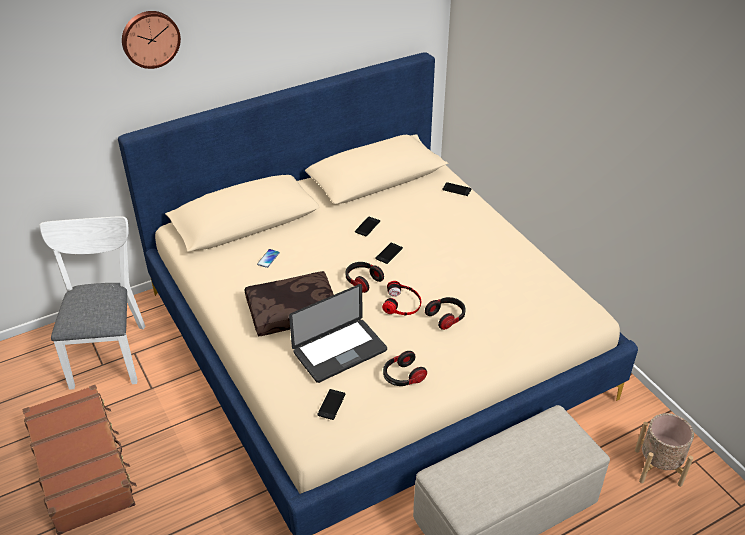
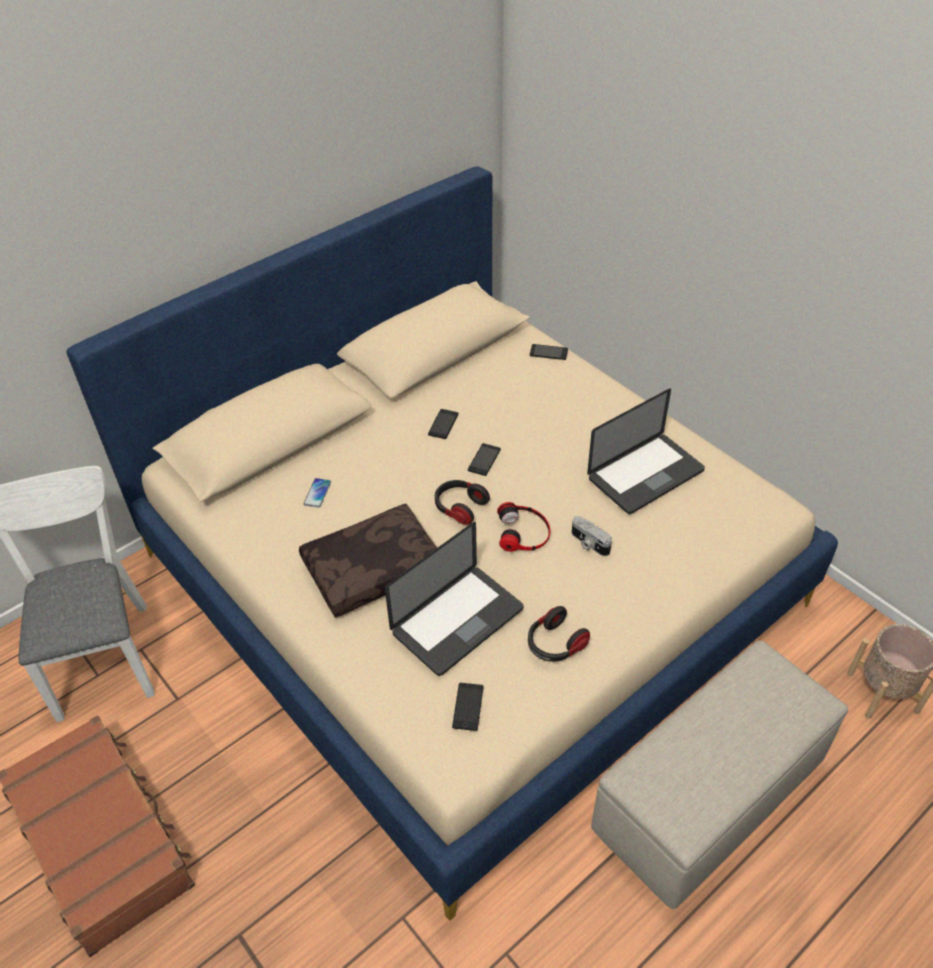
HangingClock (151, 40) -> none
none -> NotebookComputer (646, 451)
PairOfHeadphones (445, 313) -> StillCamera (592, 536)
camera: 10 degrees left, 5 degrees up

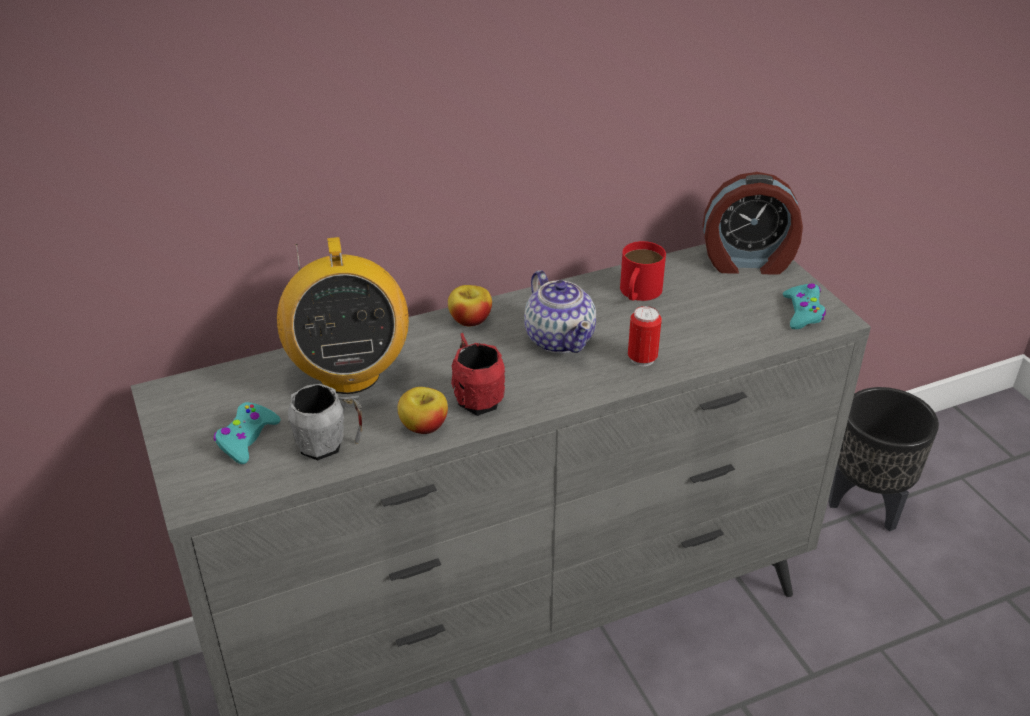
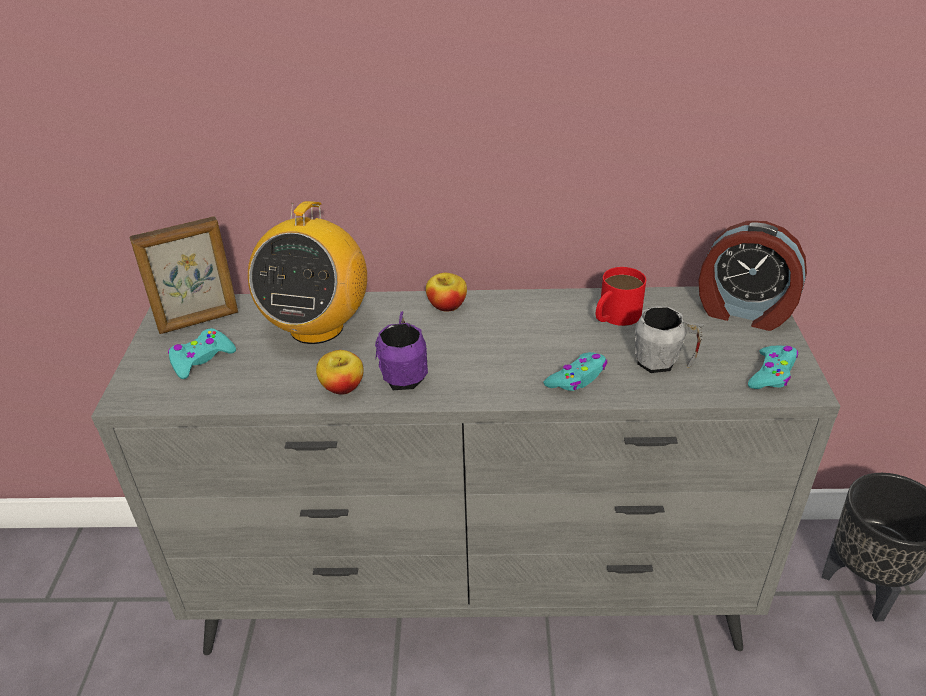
TeaPot (560, 311) -> none
none -> PhotoFrame (184, 275)
GreyishCoffeeMug (325, 422) -> GreyishCoffeeMug (669, 339), shifted
Can (645, 336) -> TurquoiseColouredGamepad (575, 371)
ReddishCoffeeMug (478, 374) -> PurplishCoffeeMug (401, 350)
camera: 25 degrees right, 0 degrees up

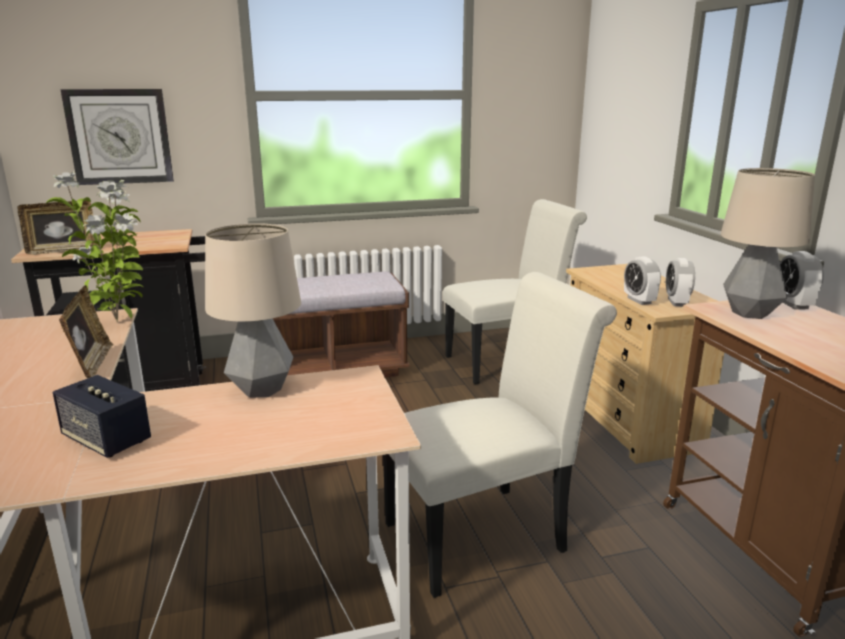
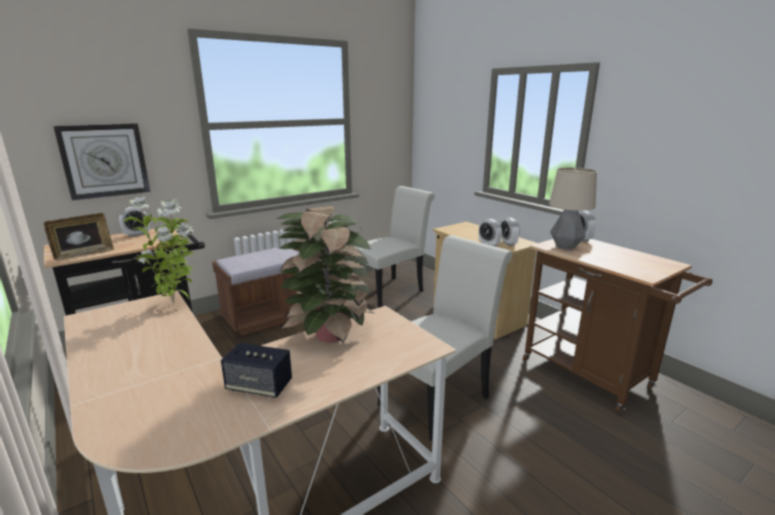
PhotoFrame (86, 331) -> none
none -> TableClock (134, 222)
LampForATable (253, 310) -> PottedPlant (325, 274)
camera: 20 degrees left, 0 degrees up

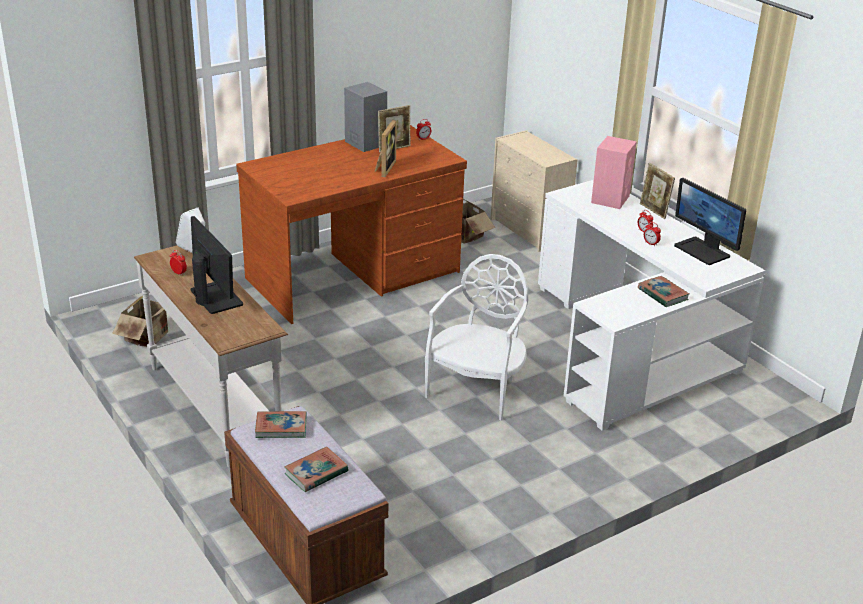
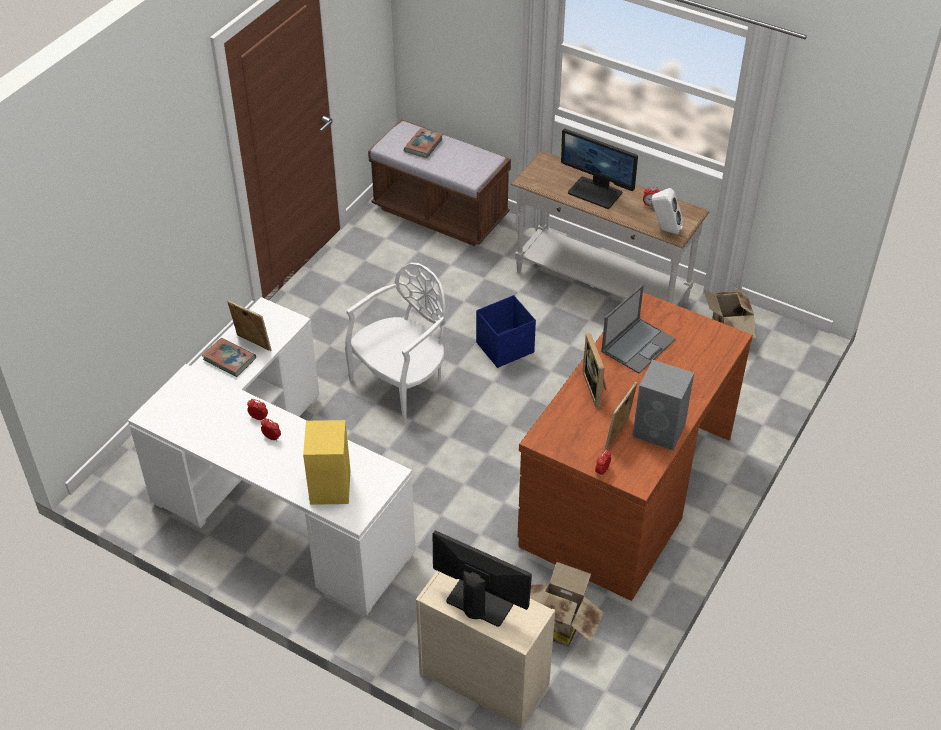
BoundBook (280, 424) -> none
none -> BluishStorageContainer (506, 331)
none -> NotebookComputer (638, 329)
PhotoFrame (657, 191) -> PhotoFrame (249, 325), shifted
ComputerScreen (710, 221) -> ComputerScreen (482, 578), shifted
PinkSpeaker (614, 172) -> YellowSpeaker (326, 462)
WhiteUprightChair (476, 337) -> WhiteUprightChair (395, 343), 135 degrees counterclockwise
camera: 155 degrees right, 15 degrees up

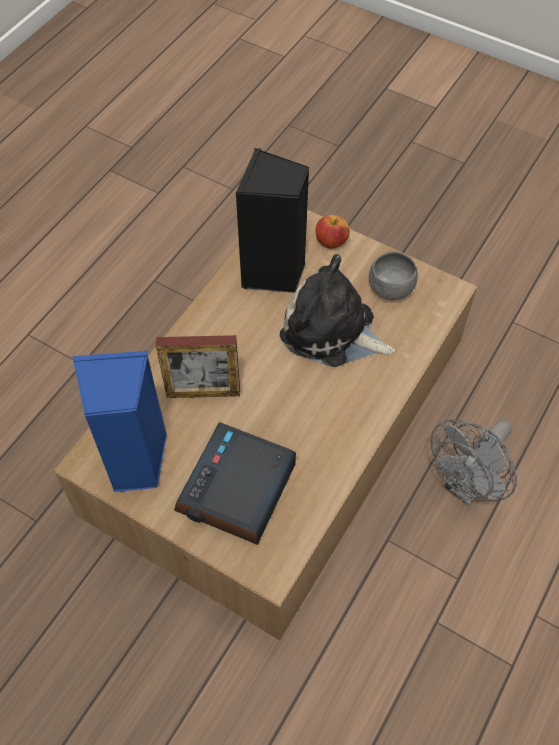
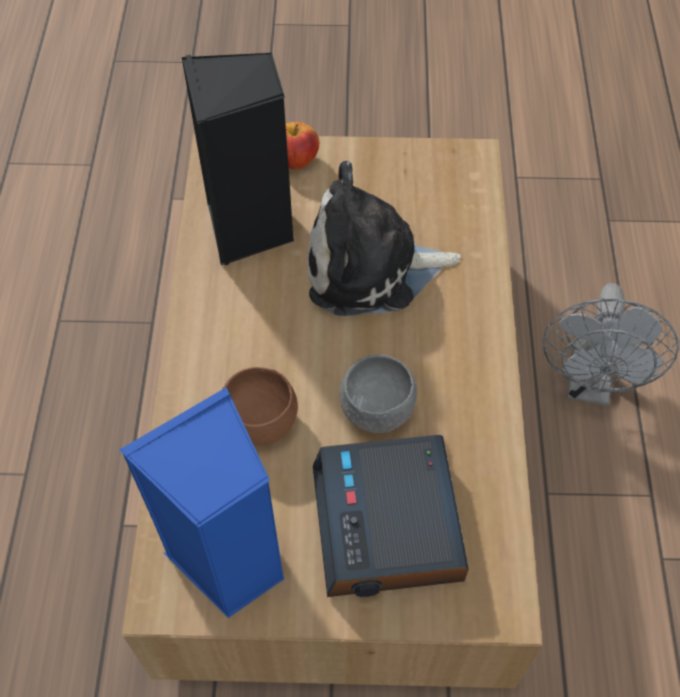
GreyishServingBowl (393, 275) -> GreyishServingBowl (378, 393), shifted
PhotoFrame (198, 366) -> BrownishServingBowl (260, 406)
camera: 30 degrees left, 0 degrees up

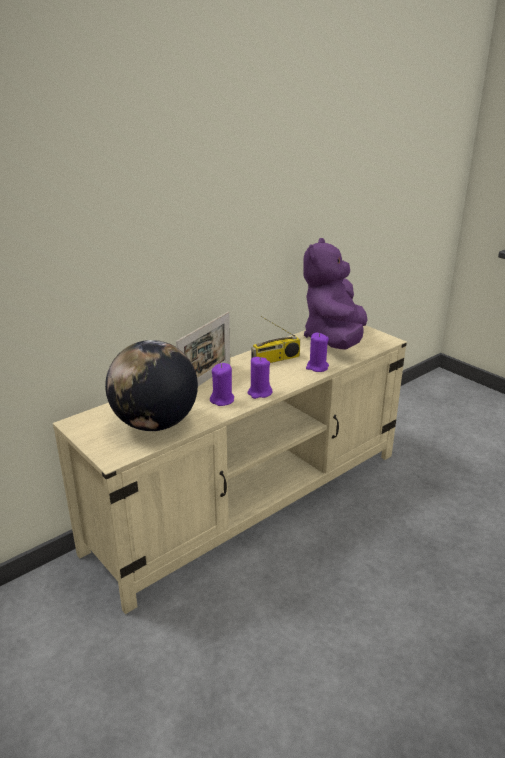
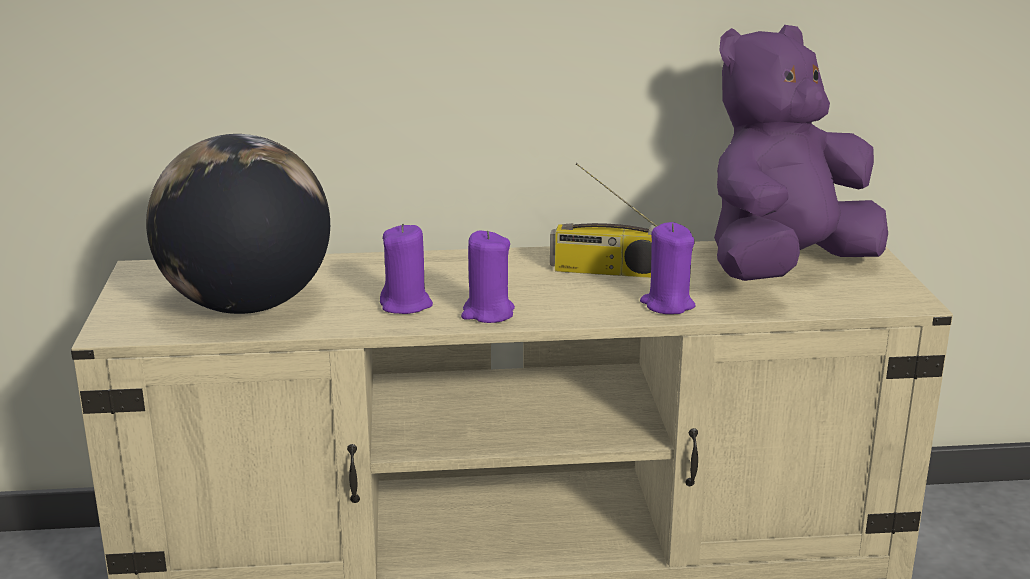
PhotoFrame (203, 349) -> none
camera: 35 degrees right, 5 degrees down

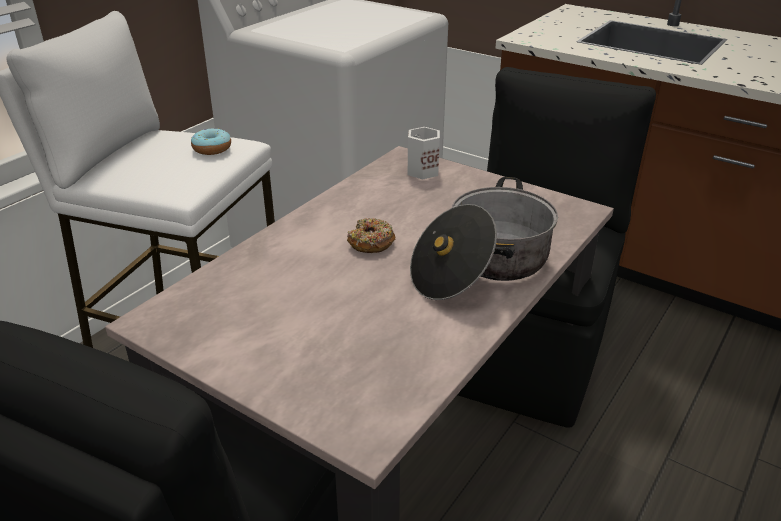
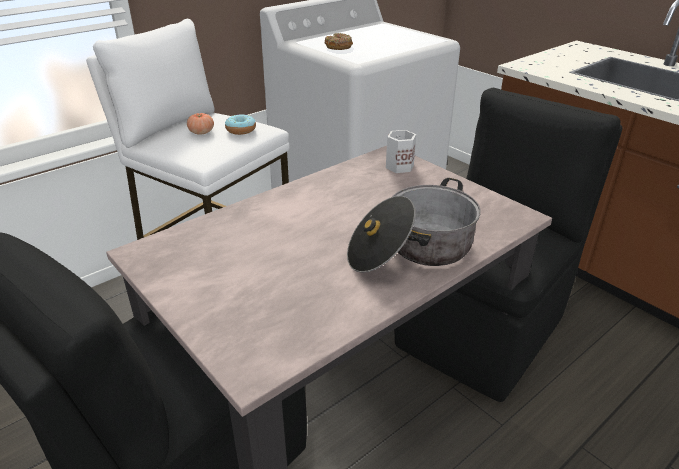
none -> FreshTomato (200, 124)
RingDoughnut (371, 235) -> RingDoughnut (338, 41), shifted
camera: 15 degrees right, 0 degrees up

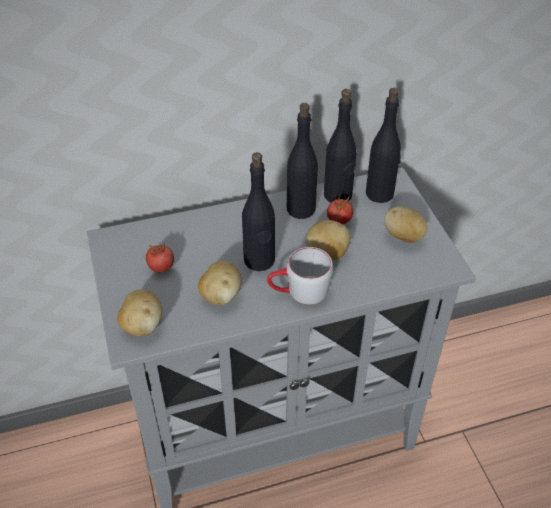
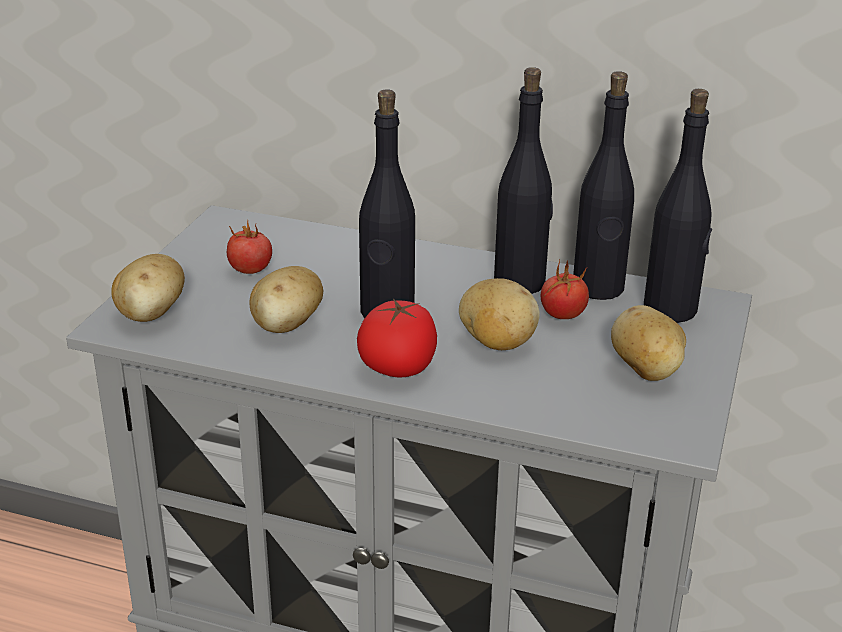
GreyishCoffeeMug (300, 276) -> FreshTomato (397, 337)
camera: 35 degrees right, 15 degrees down

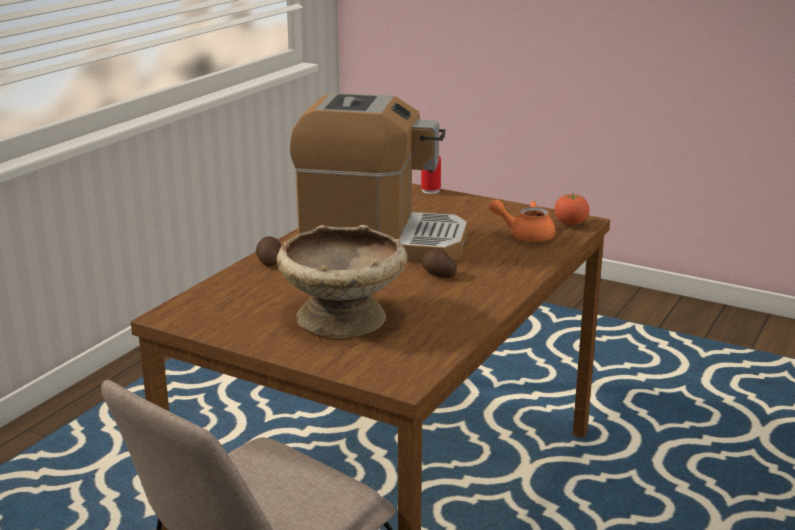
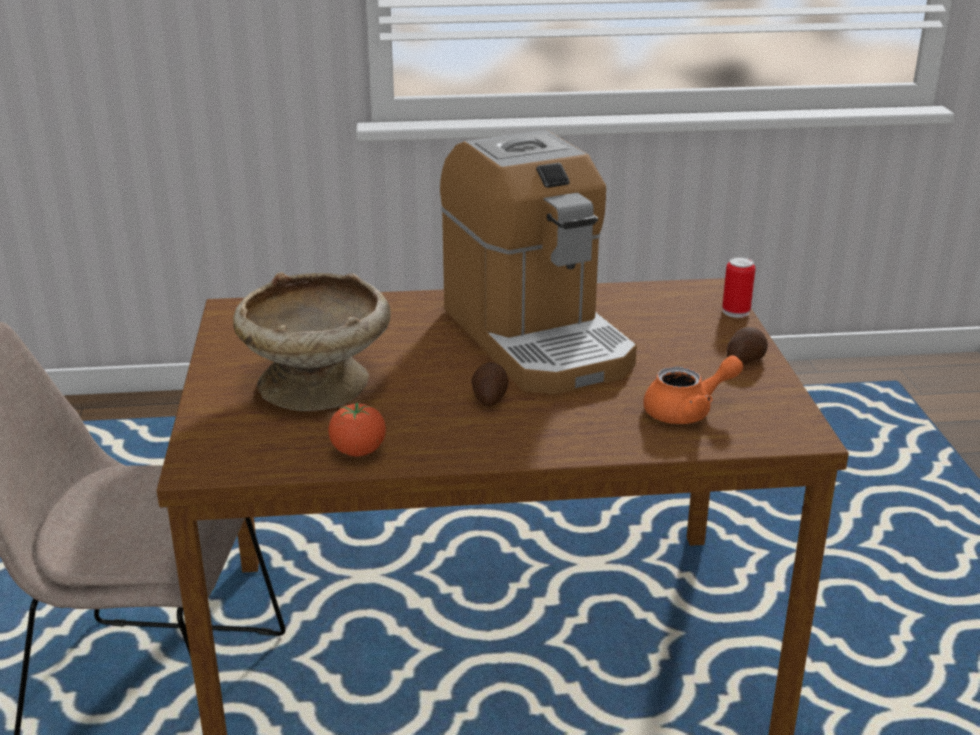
Spud (269, 251) -> Spud (747, 346), shifted
FreshTomato (571, 209) -> FreshTomato (357, 429), shifted
OrangeTeaPot (522, 220) -> OrangeTeaPot (693, 389), 90 degrees clockwise
camera: 55 degrees right, 5 degrees up

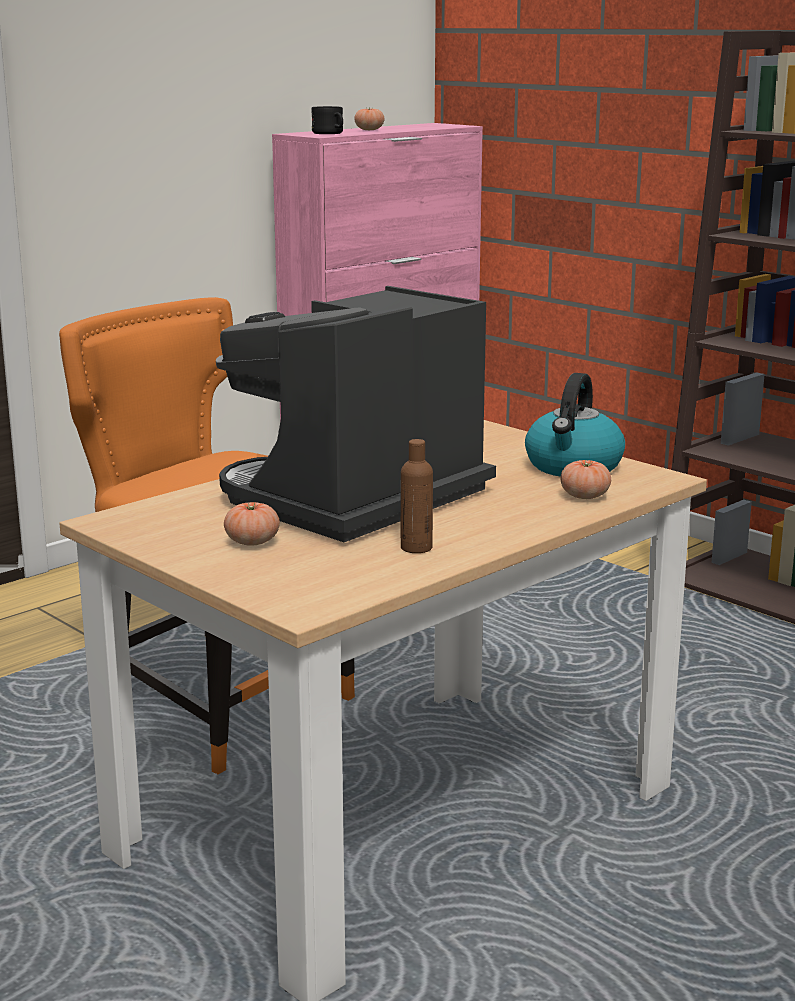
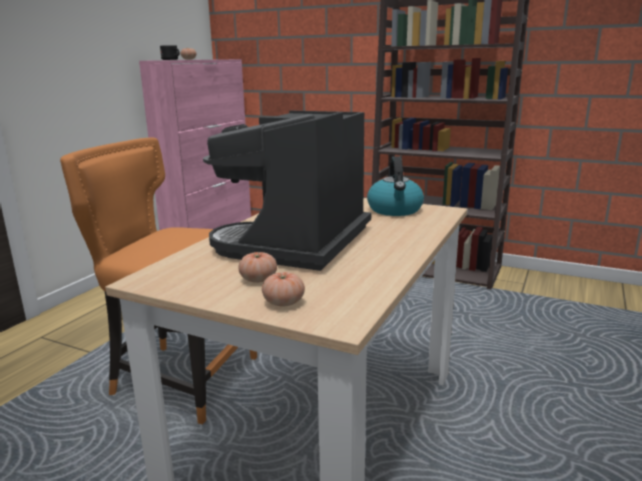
BrownishBottle (417, 496) -> none
FreshTomato (586, 479) -> FreshTomato (283, 289), shifted
camera: 20 degrees left, 0 degrees up

